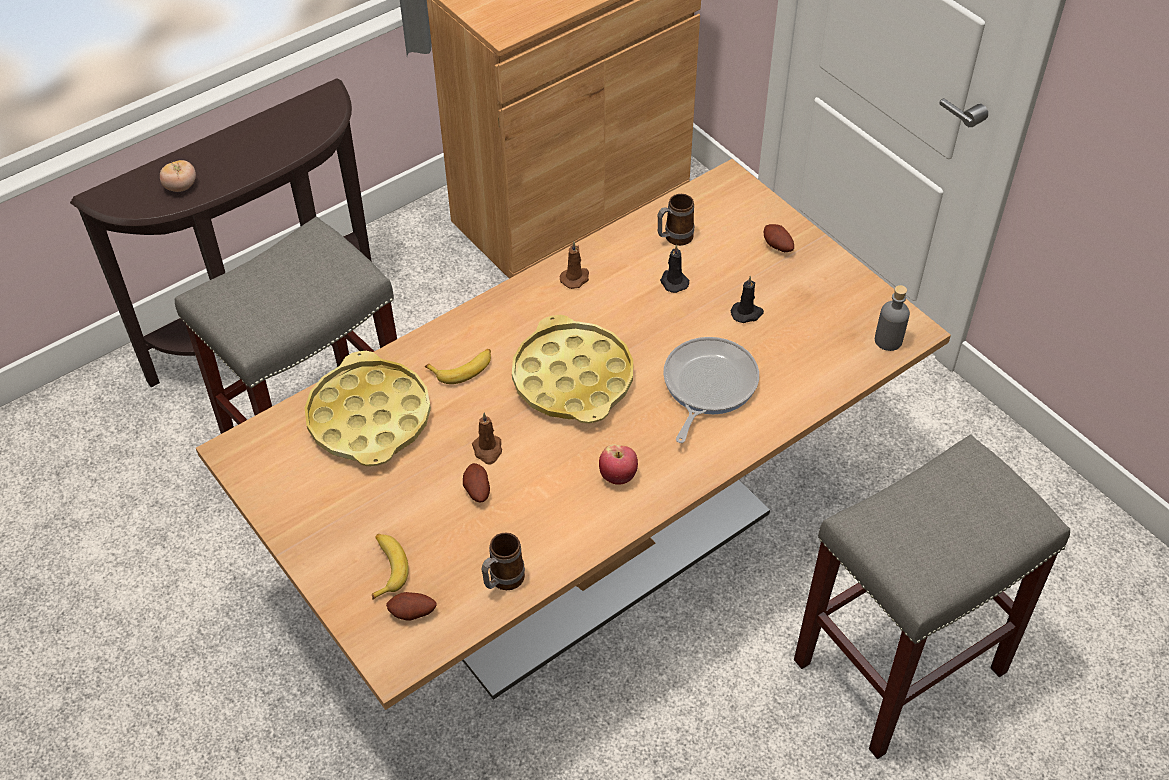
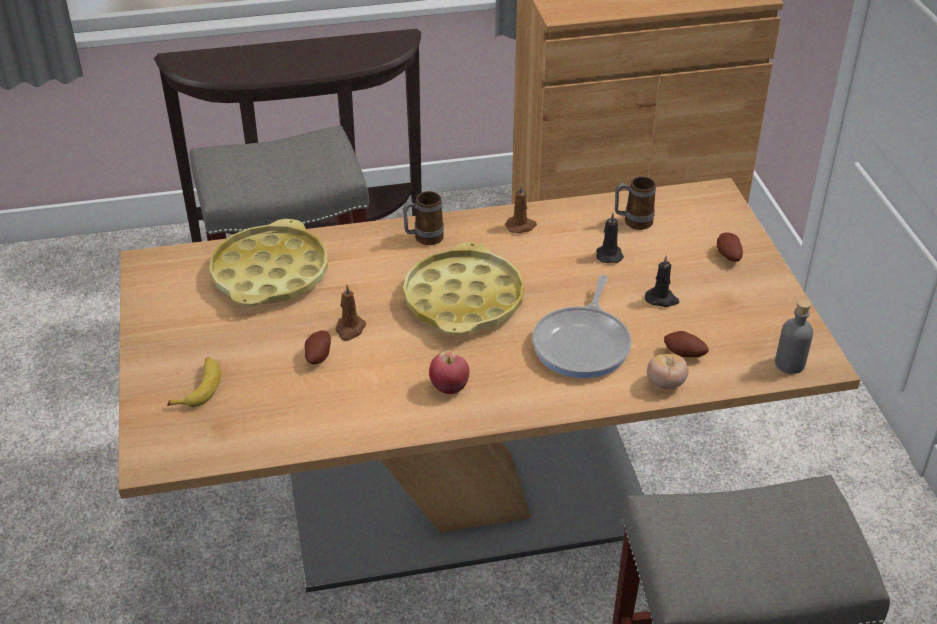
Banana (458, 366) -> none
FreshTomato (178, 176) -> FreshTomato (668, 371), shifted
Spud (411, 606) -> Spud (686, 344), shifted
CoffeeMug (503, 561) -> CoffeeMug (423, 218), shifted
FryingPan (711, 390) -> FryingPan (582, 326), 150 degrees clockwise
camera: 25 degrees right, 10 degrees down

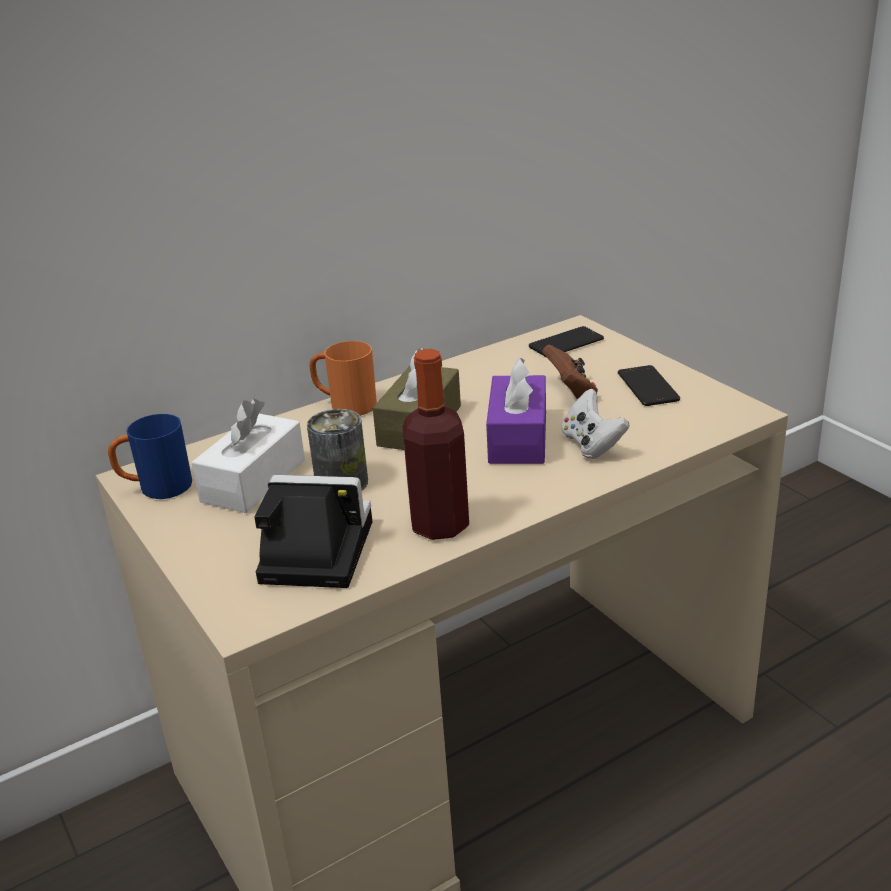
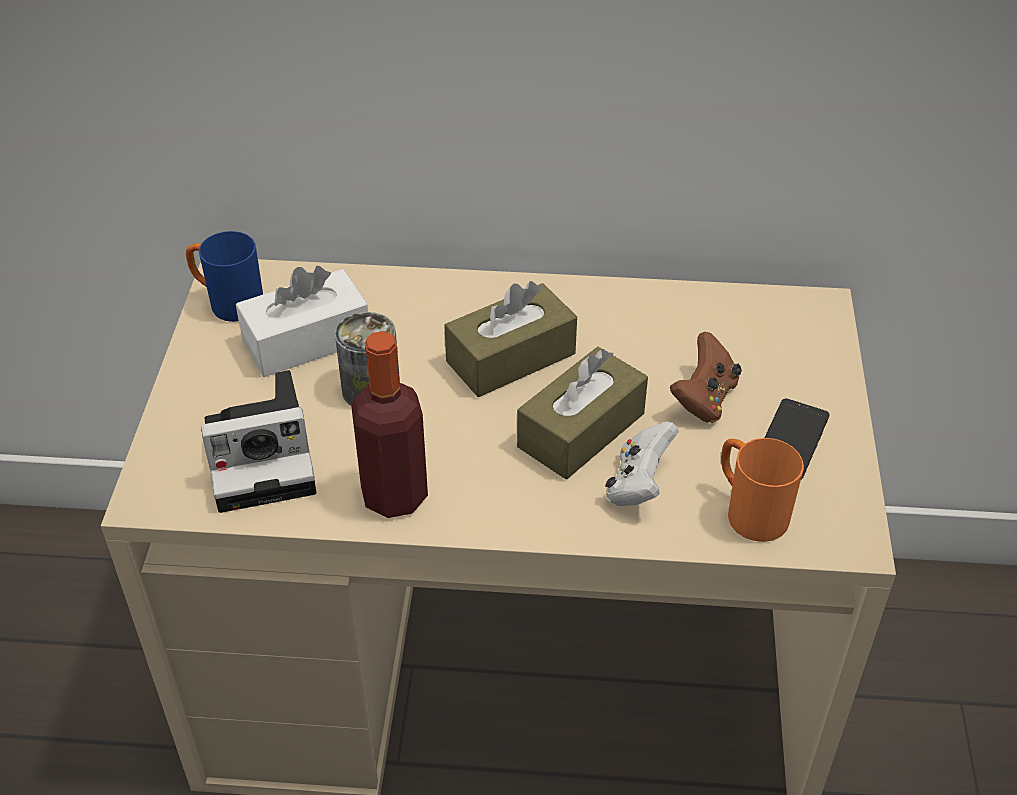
Handset (566, 341) -> none
OrangeCoffeeMug (343, 378) -> OrangeCoffeeMug (762, 490), shifted
PurplishTissueHolder (516, 410) -> BrownishTissueHolder (582, 413)
StillCamera (313, 531) -> StillCamera (258, 441), 120 degrees clockwise
camera: 35 degrees right, 15 degrees up

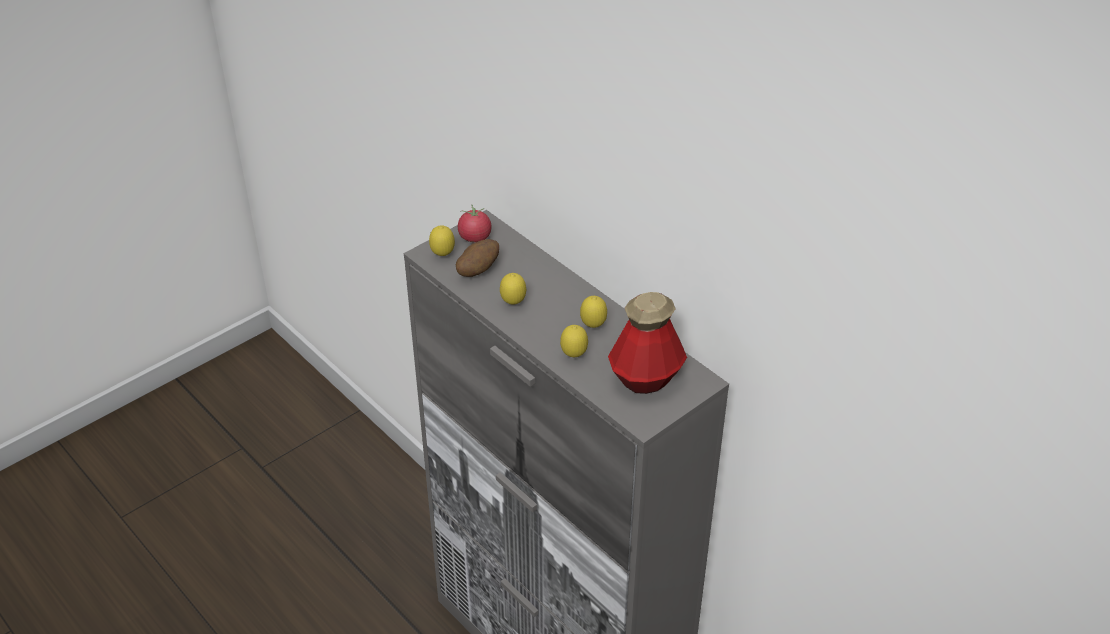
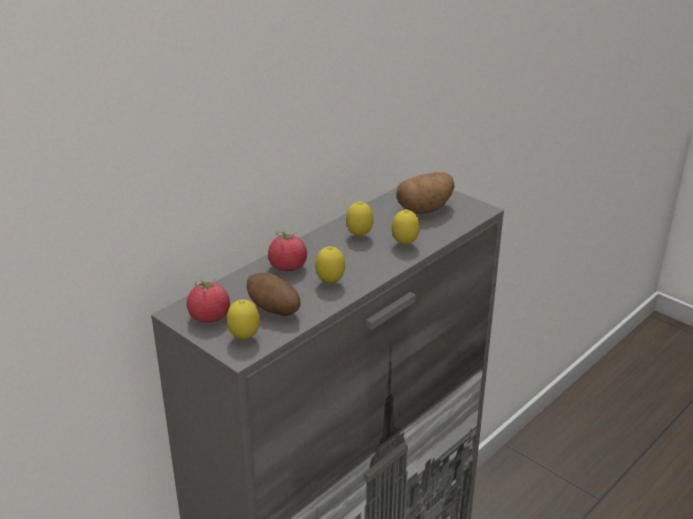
none -> FreshTomato (287, 250)
Bottle (647, 343) -> Spud (425, 193)
camera: 95 degrees left, 10 degrees down

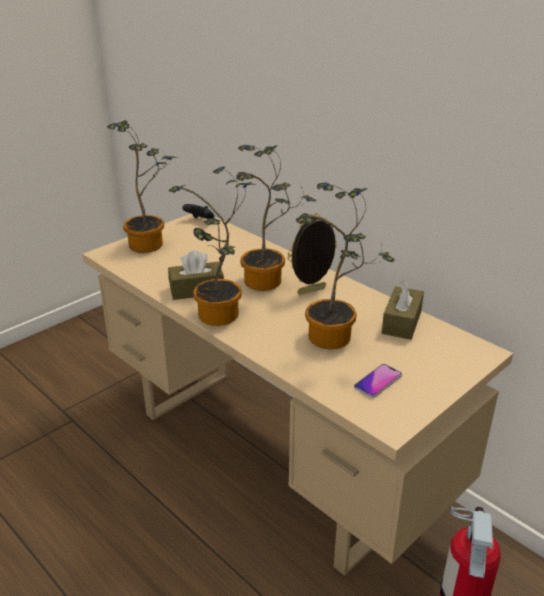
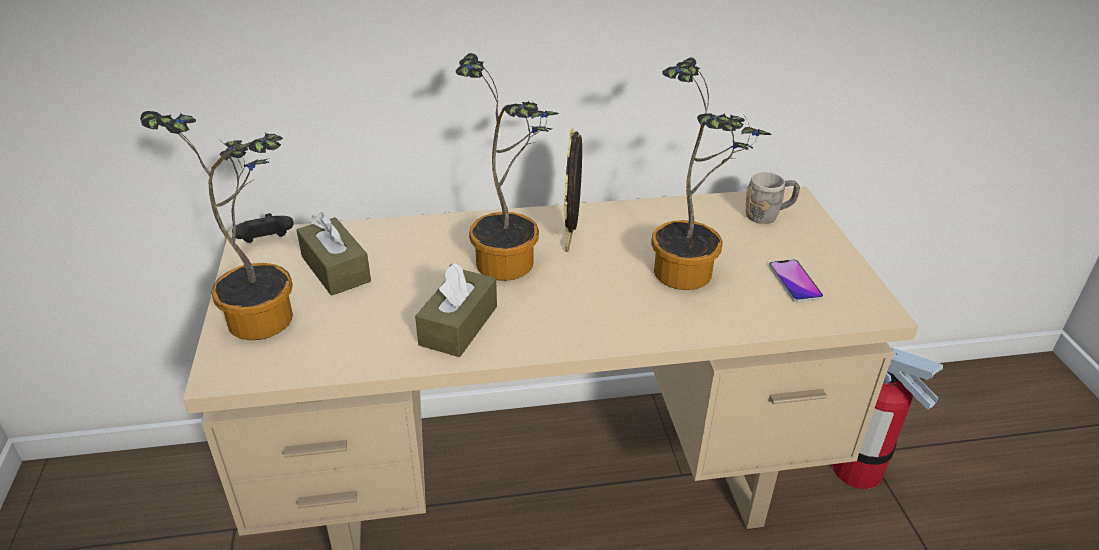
PottedPlant (212, 246) -> none
none -> GreyishCoffeeMug (772, 198)
BrownishTissueHolder (403, 310) -> BrownishTissueHolder (333, 254), shifted
camera: 55 degrees left, 5 degrees up

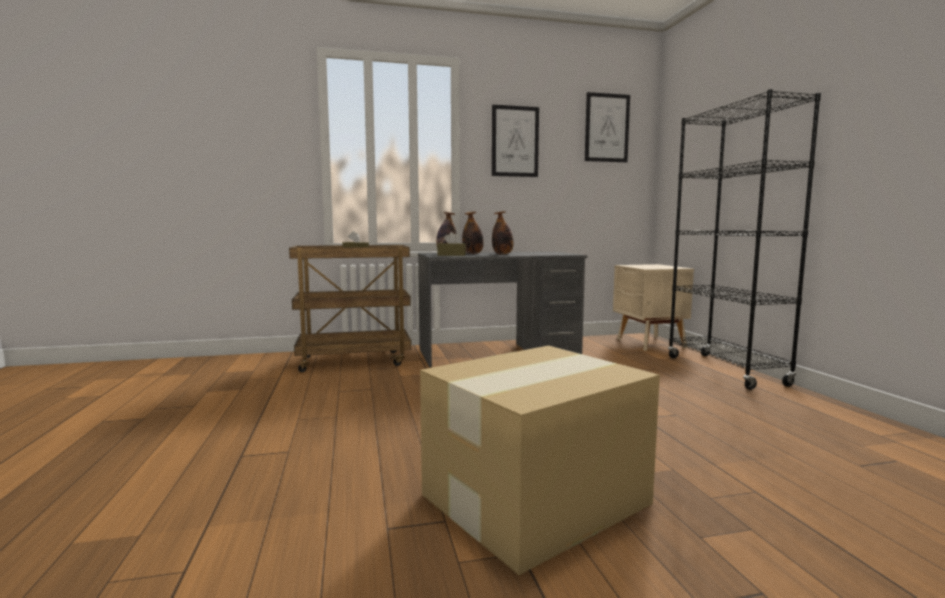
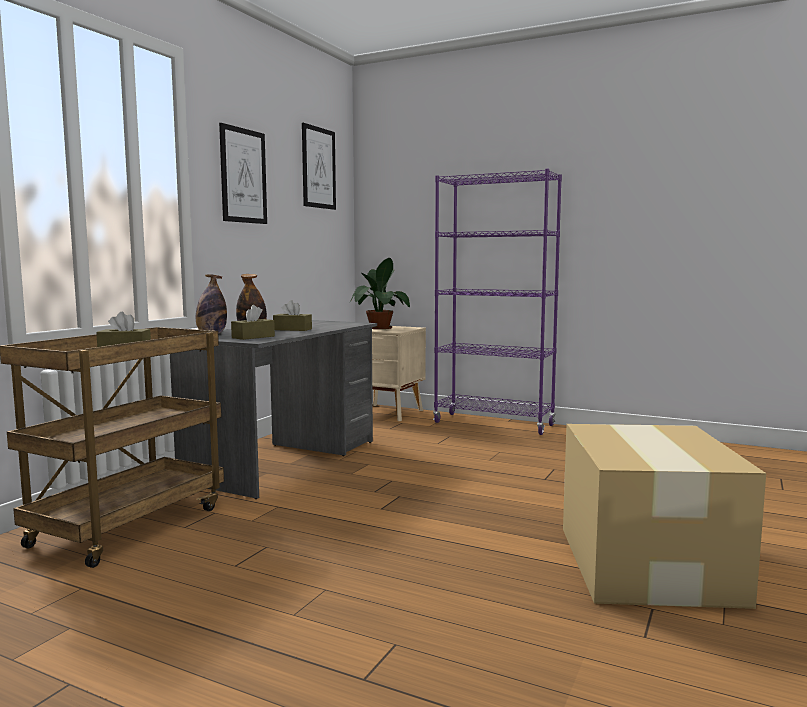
none -> PottedPlant (380, 293)
Bottle (503, 232) -> BrownishTissueHolder (292, 315)
BlackColouredBookcase (744, 239) -> PurplishBookcase (497, 302)
camera: 50 degrees left, 0 degrees up

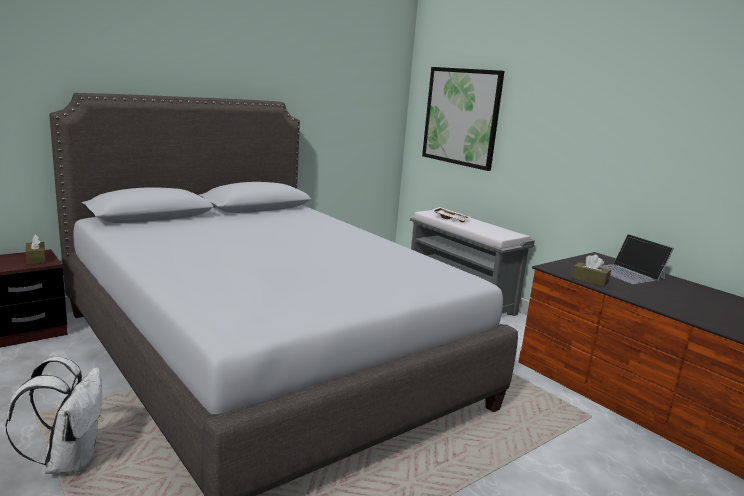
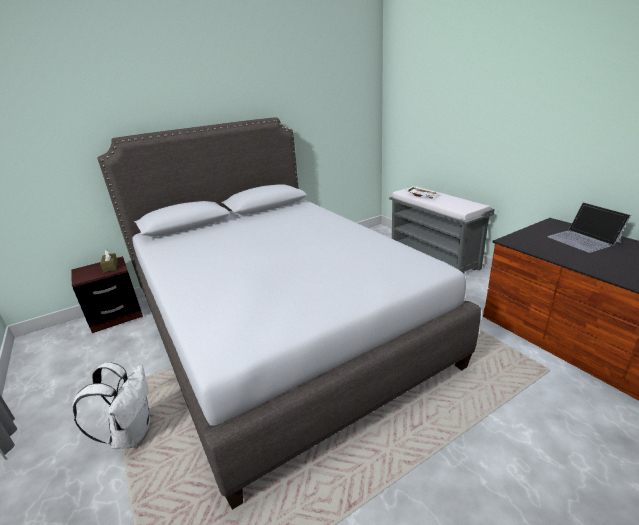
WallArt (463, 119) -> none
BrownishTissueHolder (591, 270) -> none
camera: 10 degrees right, 10 degrees up

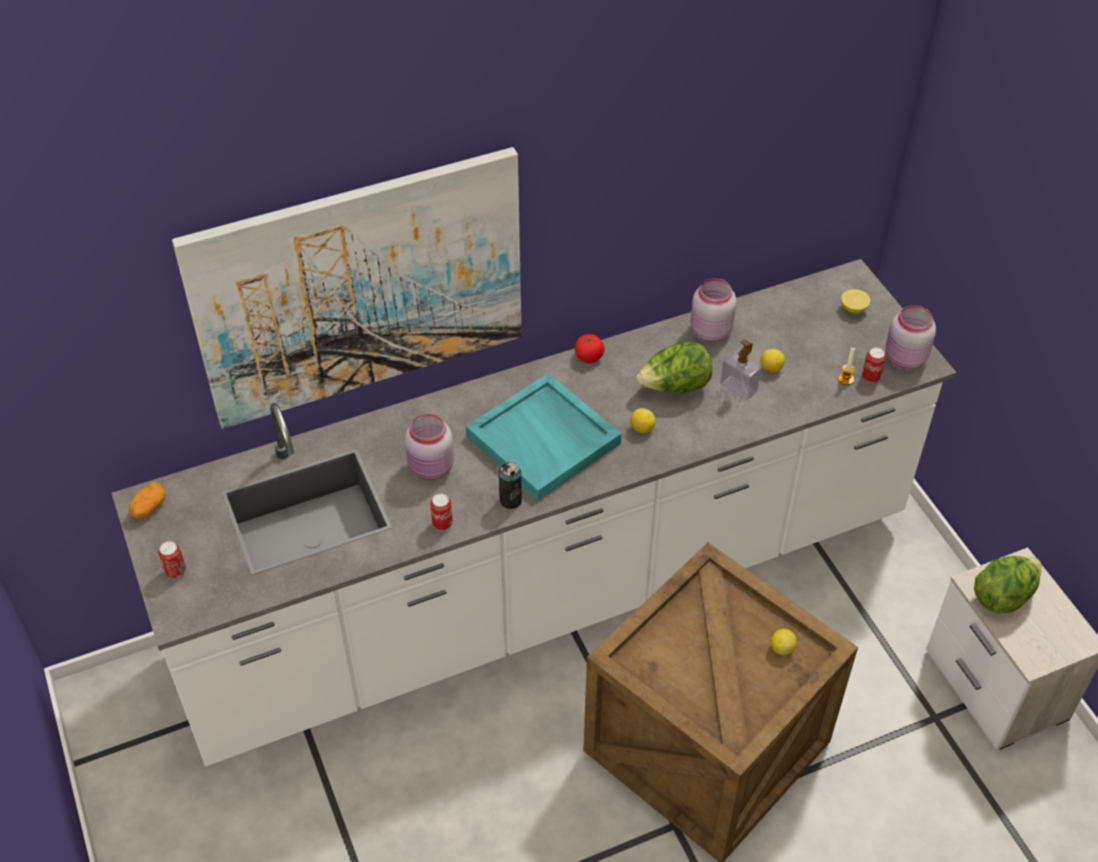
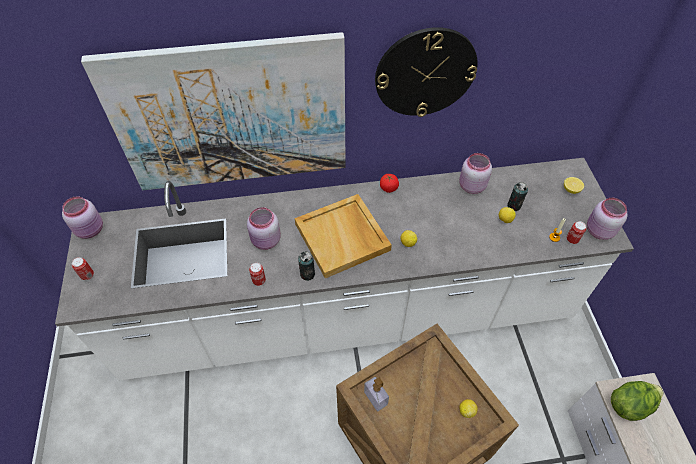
HeadOfLettuce (674, 367) -> none
none -> HangingClock (426, 72)
none -> Can (517, 196)
LiquidSoapBottle (740, 370) -> LiquidSoapBottle (376, 394), shifted
Spud (147, 500) -> PinkPreserveJar (82, 217)
TurquoiseColouredTray (543, 436) -> SandColouredTray (343, 236)
camera: 15 degrees right, 5 degrees up

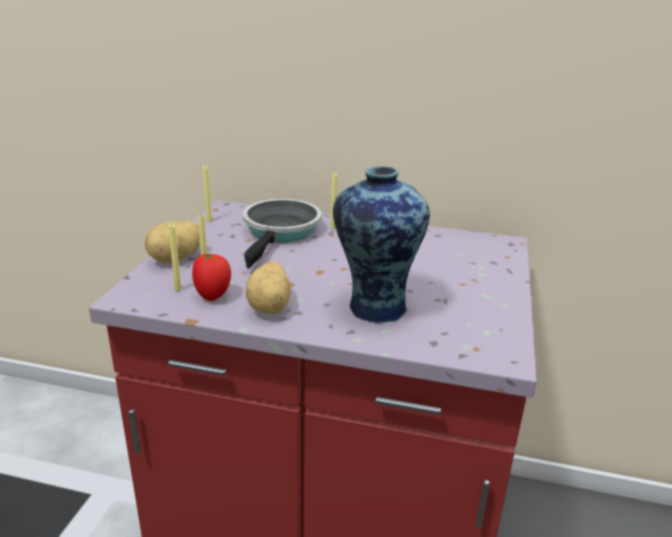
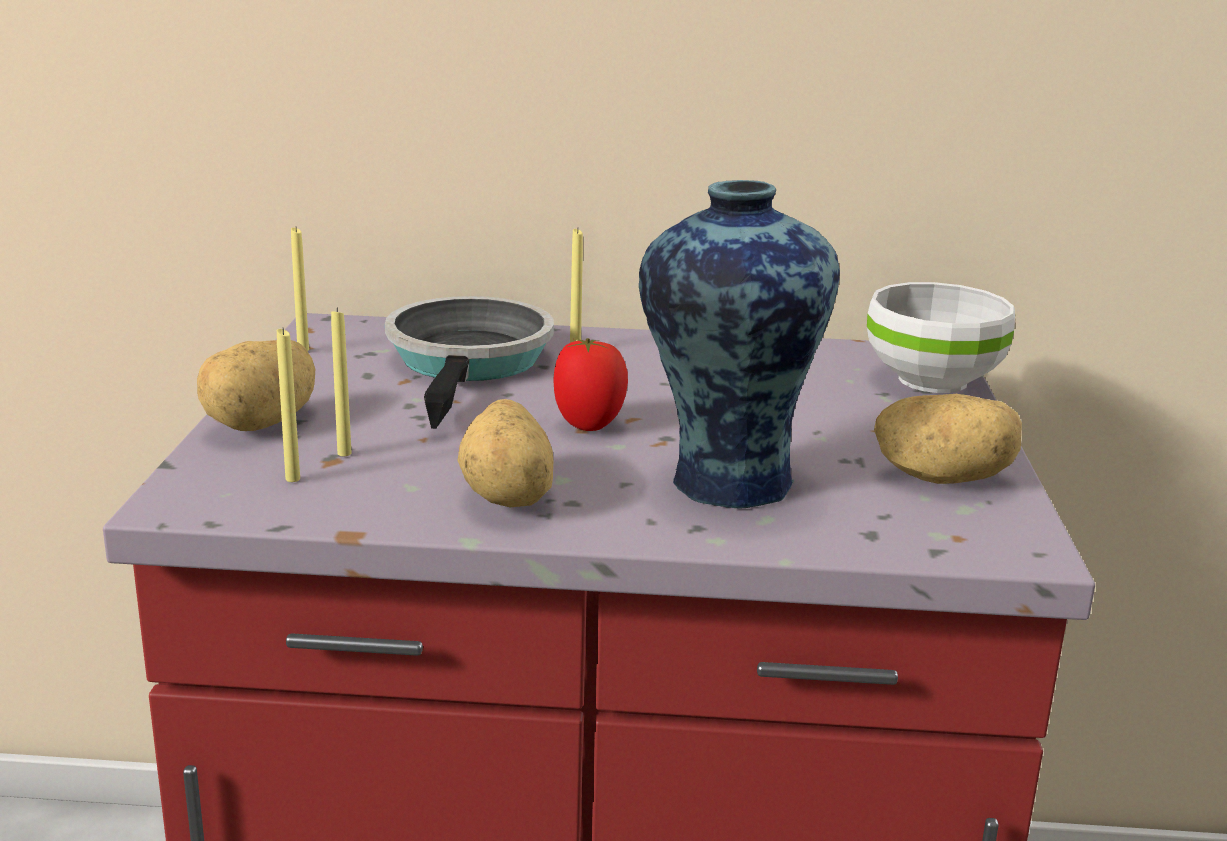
none -> WhiteServingBowl (941, 337)
none -> Spud (948, 439)
FreshTomato (211, 276) -> FreshTomato (590, 384), shifted
camera: 10 degrees left, 5 degrees down

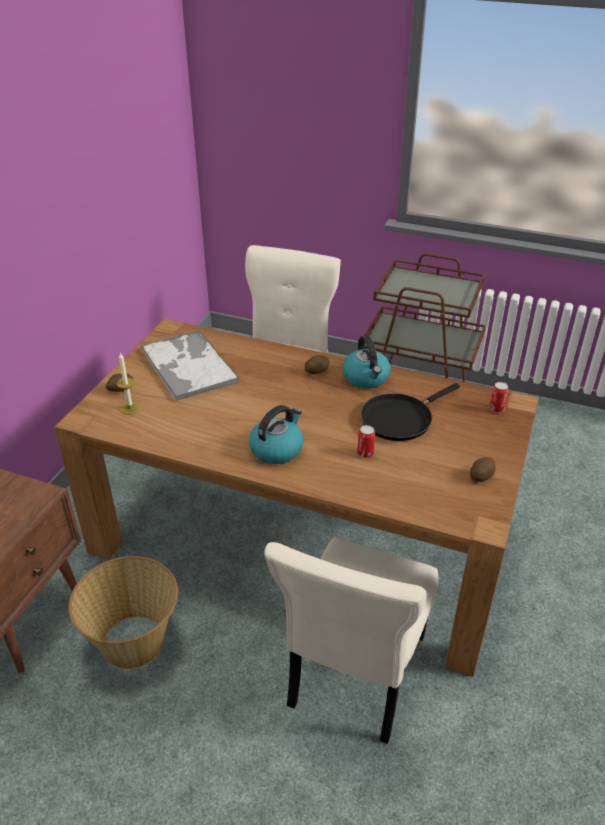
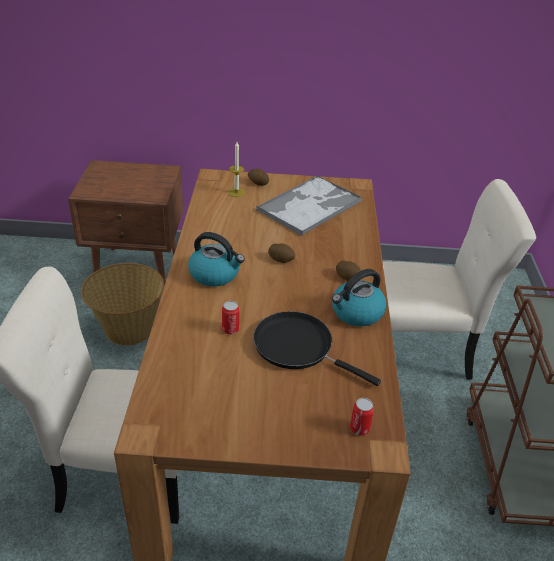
Spud (483, 469) -> Spud (281, 253), shifted
camera: 70 degrees right, 0 degrees up

